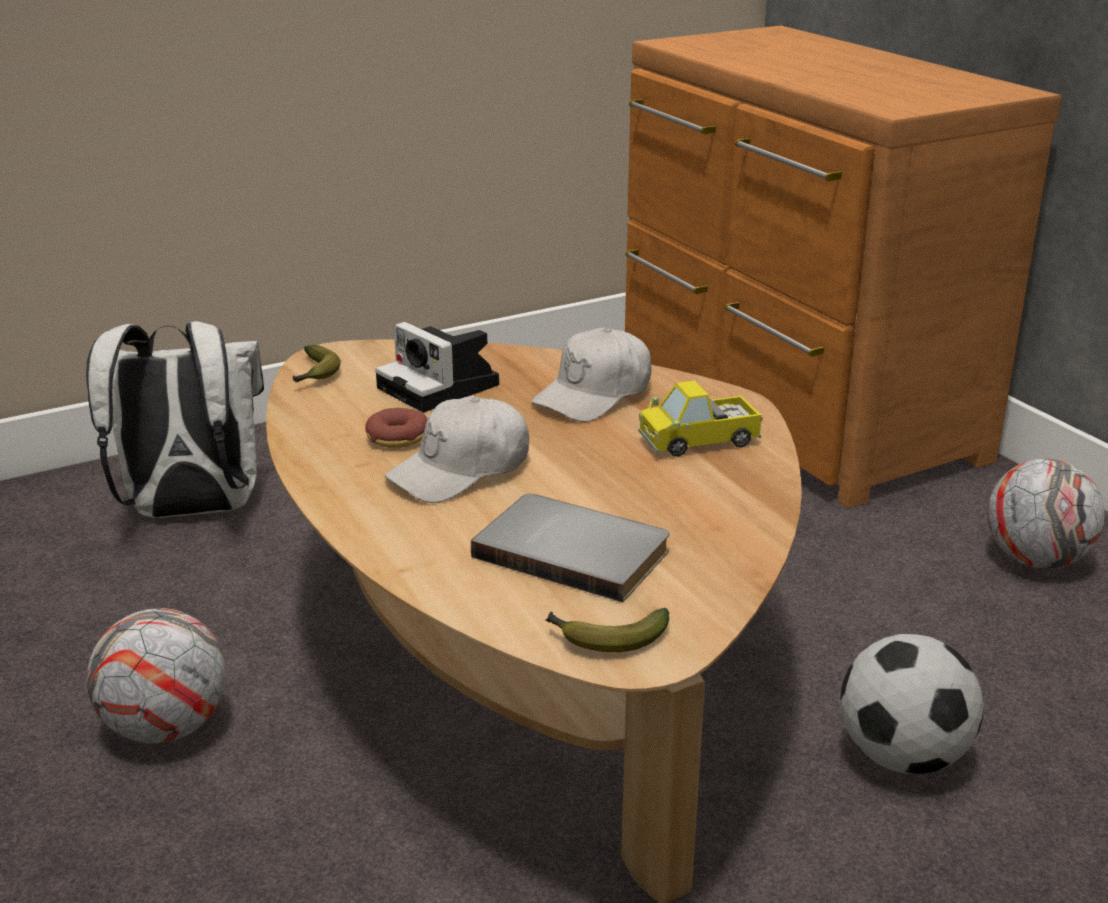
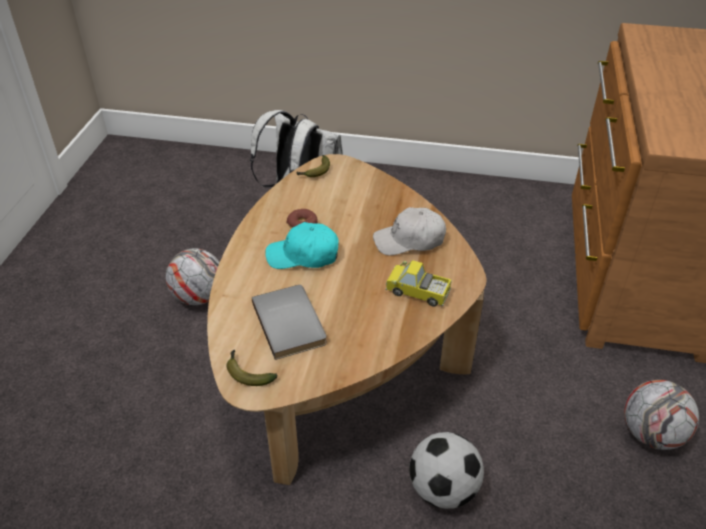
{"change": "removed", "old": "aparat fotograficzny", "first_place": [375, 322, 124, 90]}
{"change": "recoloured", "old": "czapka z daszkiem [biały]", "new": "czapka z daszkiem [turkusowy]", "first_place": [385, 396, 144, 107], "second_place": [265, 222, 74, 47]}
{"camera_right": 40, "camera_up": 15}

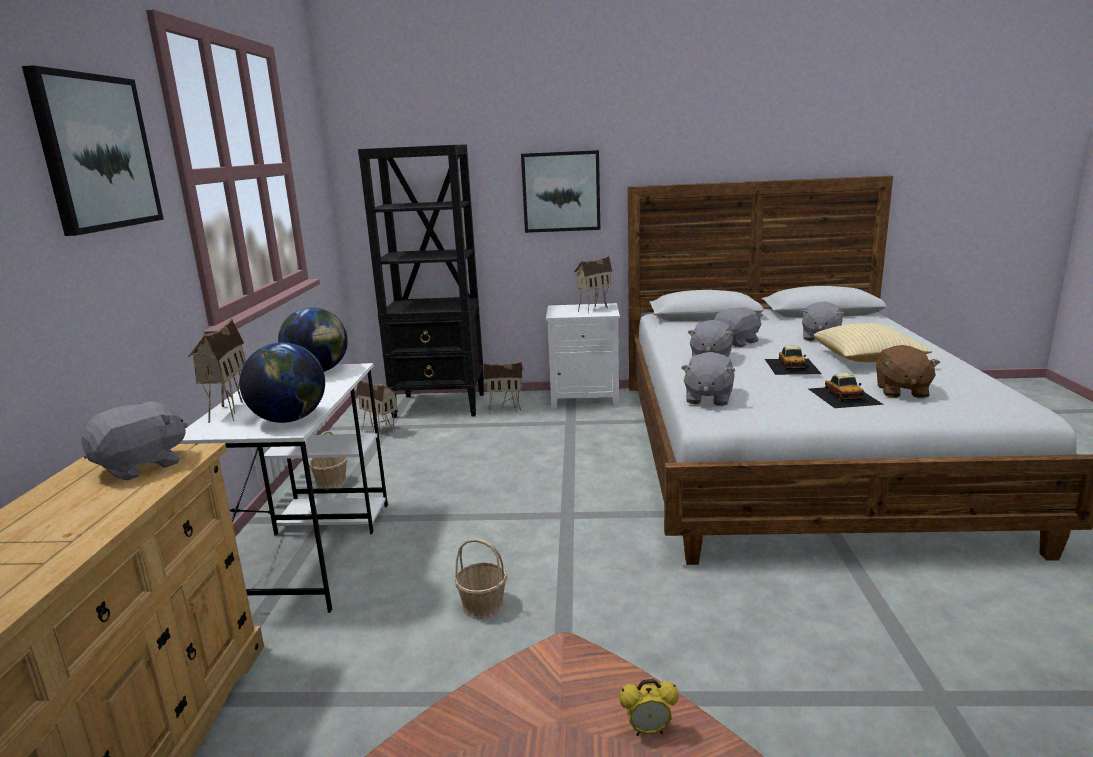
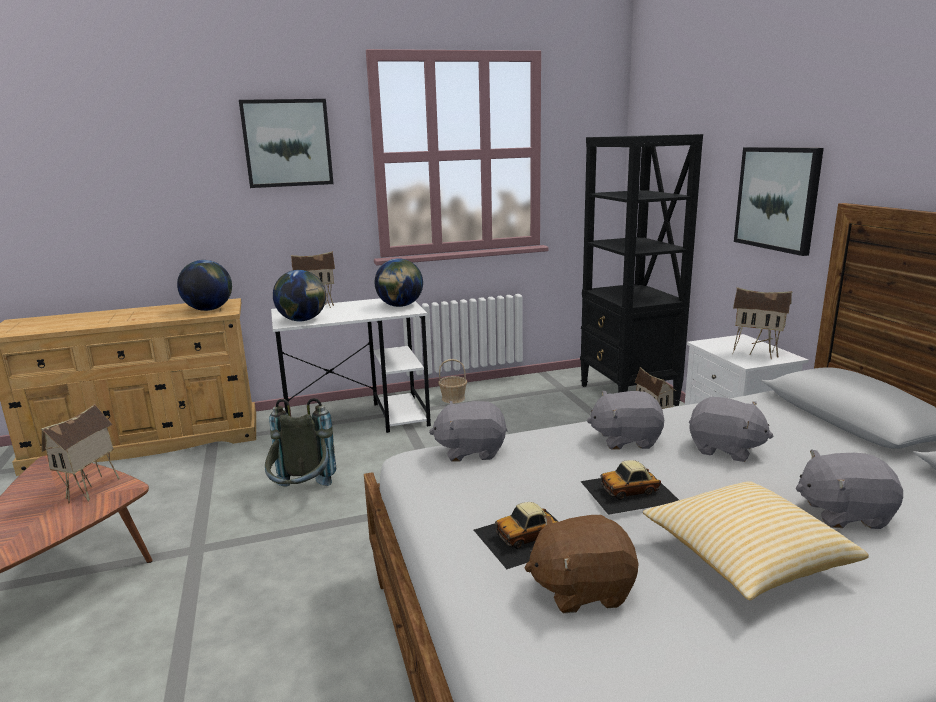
{"change": "replaced", "old": "pluszak [szary]", "new": "globus", "first_place": [81, 401, 107, 79], "second_place": [177, 260, 55, 51]}
{"change": "moved", "old": "domek", "first_place": [356, 380, 42, 57], "second_place": [41, 404, 79, 100]}
{"change": "replaced", "old": "koszyk", "new": "plecak [szary]", "first_place": [454, 538, 53, 81], "second_place": [265, 398, 71, 89]}
{"change": "removed", "old": "budzik", "first_place": [619, 679, 60, 57]}
{"camera_right": 70, "camera_up": 0}

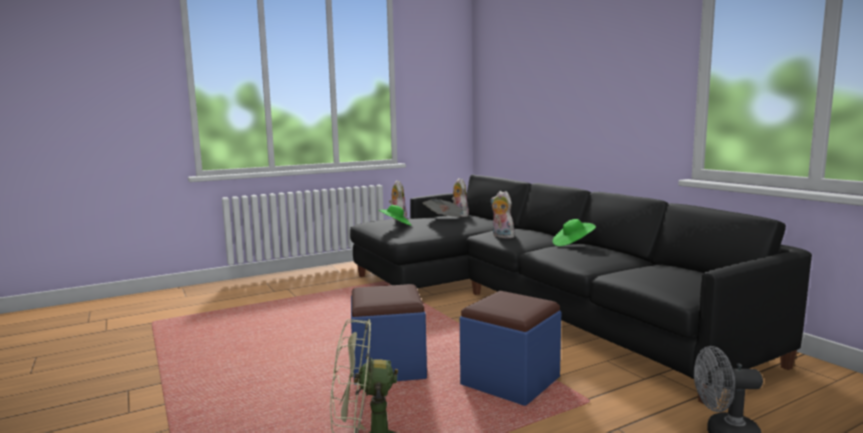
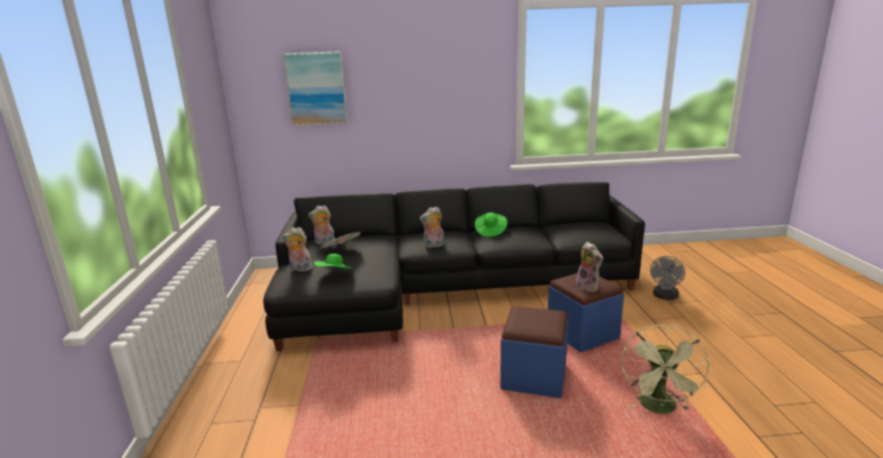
{"change": "added", "new": "obraz", "second_place": [283, 51, 65, 75]}
{"change": "added", "new": "pluszak", "second_place": [576, 242, 27, 50]}
{"camera_right": -65, "camera_up": 10}

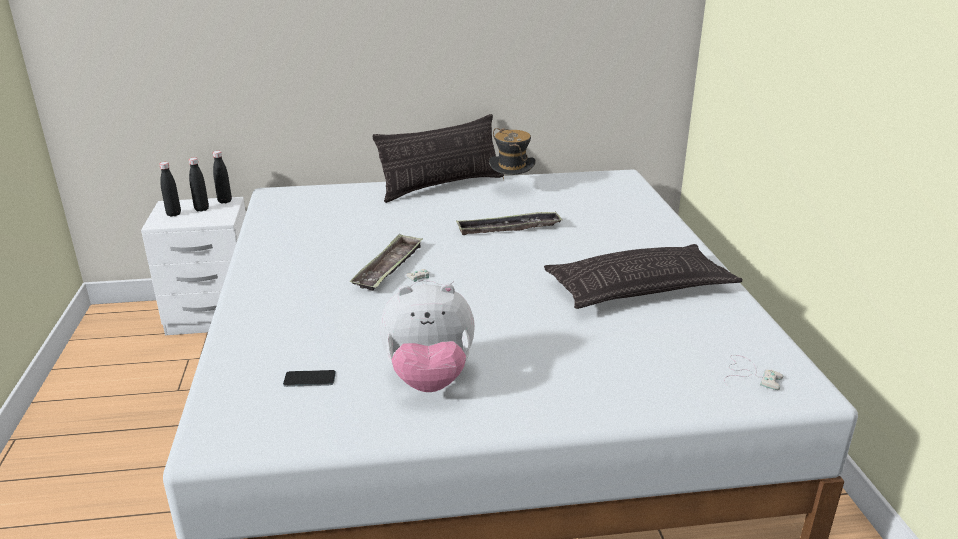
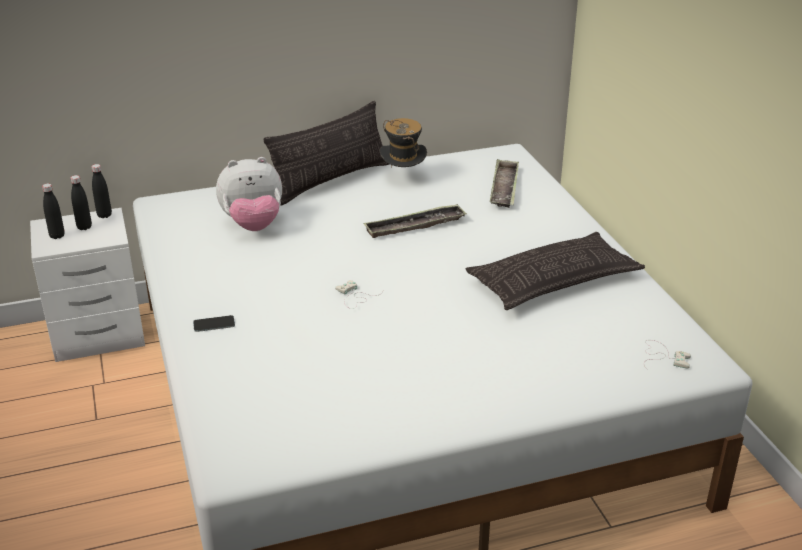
{"change": "moved", "old": "telefon", "first_place": [283, 370, 53, 17], "second_place": [193, 315, 42, 17]}
{"change": "moved", "old": "taca", "first_place": [350, 234, 73, 57], "second_place": [490, 159, 29, 49]}
{"change": "moved", "old": "pluszak", "first_place": [380, 284, 95, 108], "second_place": [216, 157, 66, 74]}
{"camera_right": -10, "camera_up": 5}

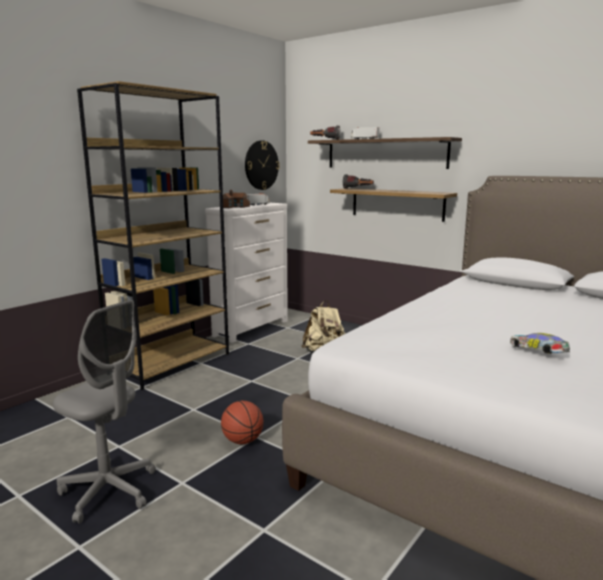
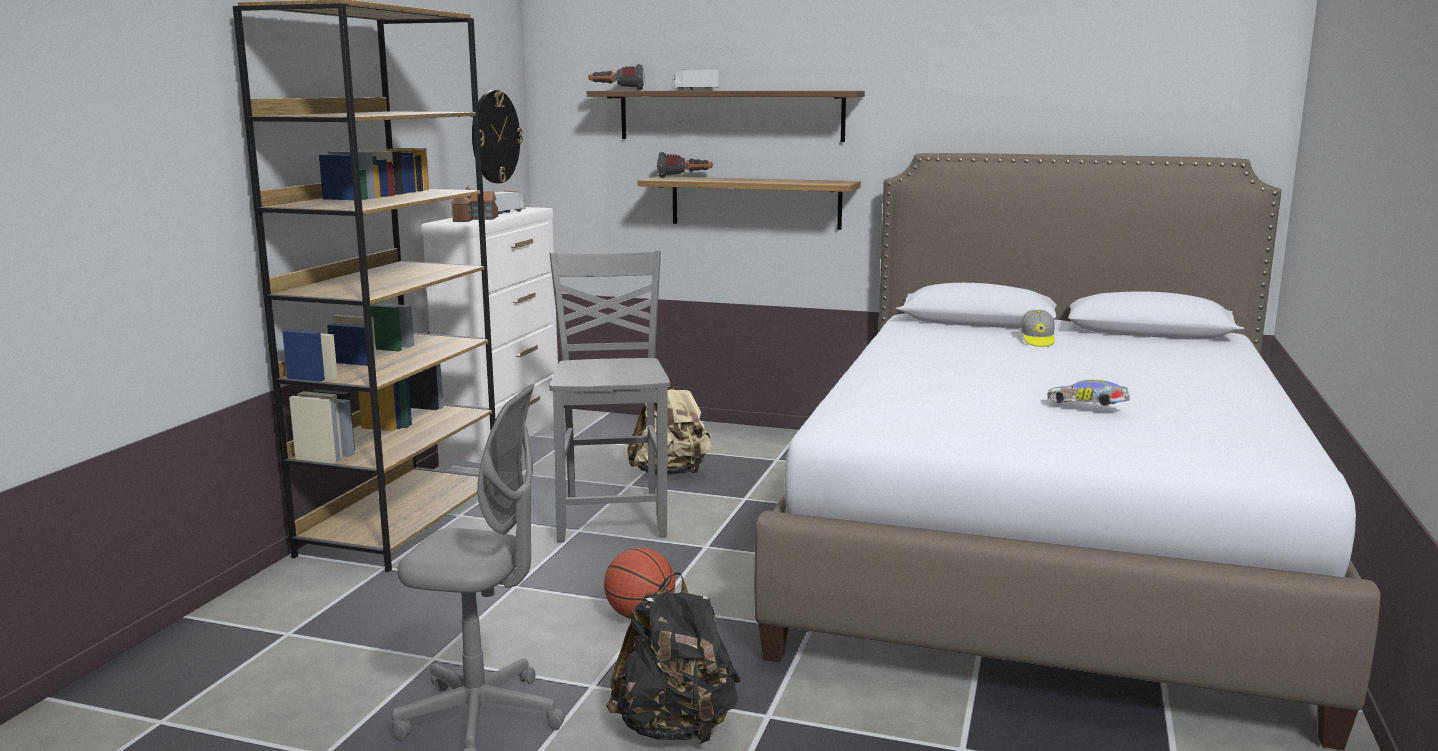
{"change": "added", "new": "krzesło [szary]", "second_place": [550, 250, 120, 292]}
{"change": "added", "new": "plecak [czarny]", "second_place": [606, 572, 135, 172]}
{"change": "added", "new": "czapka z daszkiem", "second_place": [1021, 310, 34, 37]}
{"camera_right": -20, "camera_up": 0}

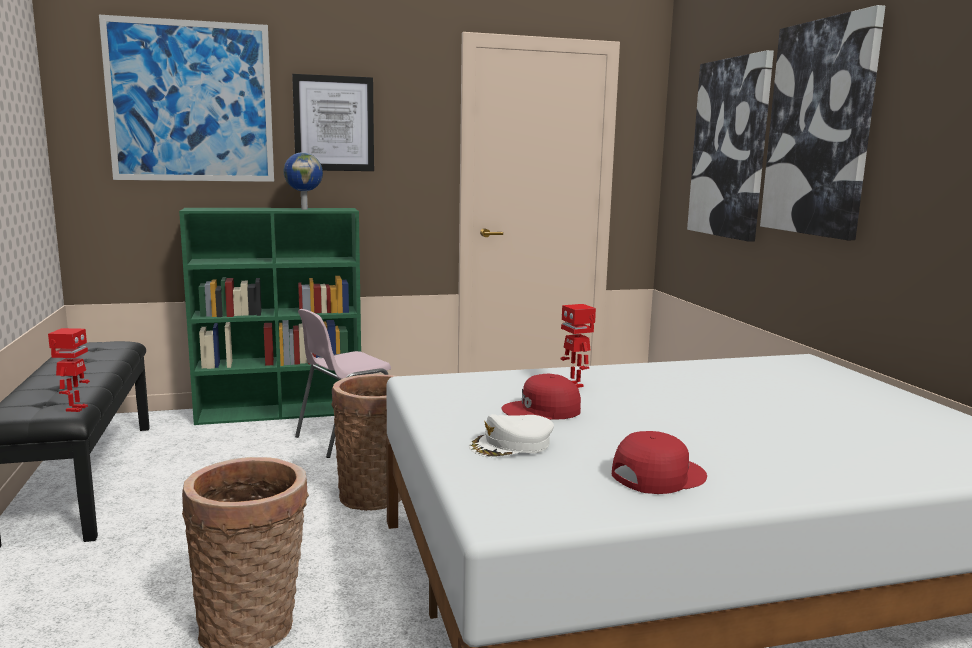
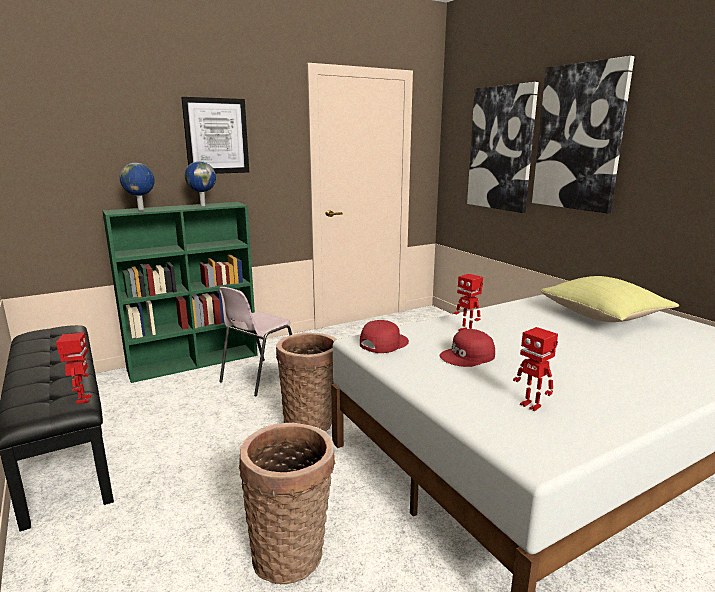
{"change": "removed", "old": "obraz", "first_place": [99, 15, 175, 167]}
{"change": "removed", "old": "czapka z daszkiem [biały]", "first_place": [469, 414, 85, 43]}
{"change": "moved", "old": "czapka z daszkiem [czerwony]", "first_place": [612, 431, 95, 63], "second_place": [360, 320, 49, 33]}
{"change": "added", "new": "globus", "second_place": [120, 163, 35, 48]}
{"change": "added", "new": "robot zabawkowy", "second_place": [513, 327, 45, 85]}
{"change": "added", "new": "poduszka [żółty]", "second_place": [541, 276, 138, 46]}
{"camera_right": -15, "camera_up": 5}

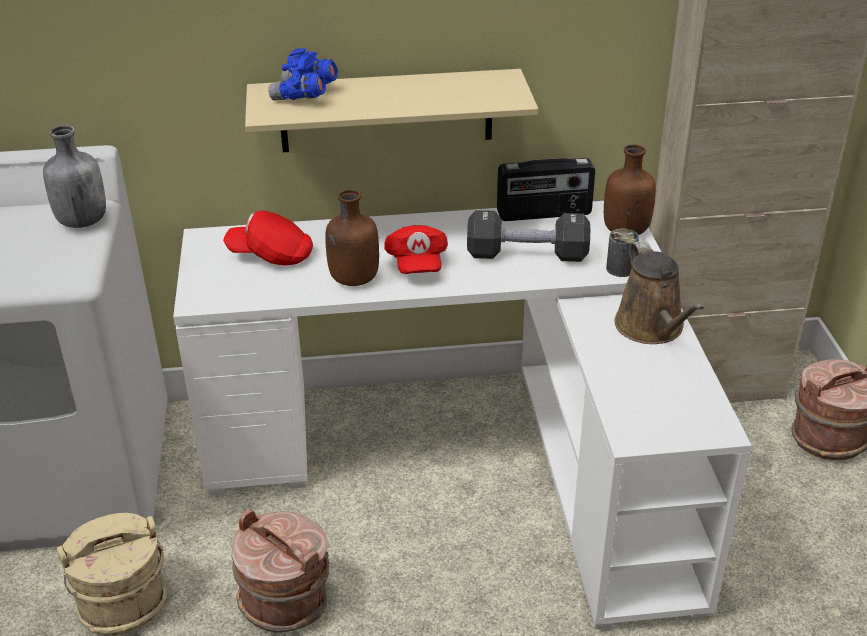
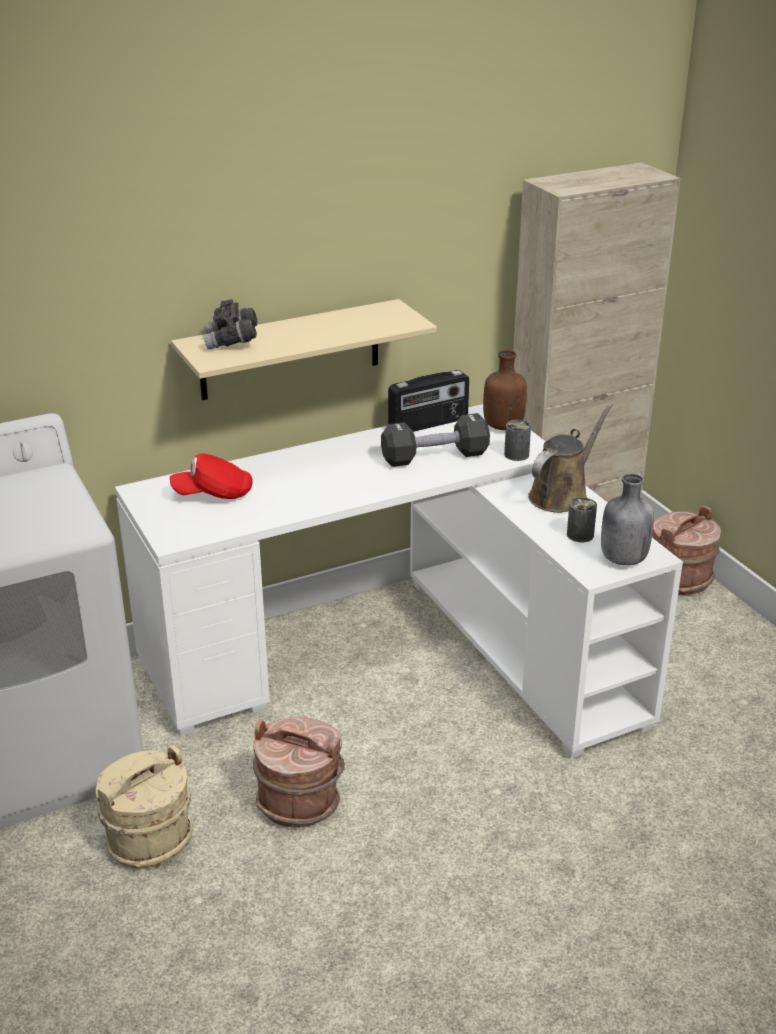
{"change": "moved", "old": "butelka [szary]", "first_place": [43, 125, 63, 103], "second_place": [601, 473, 53, 93]}
{"change": "recoloured", "old": "lornetka [niebieski]", "new": "lornetka [szary]", "first_place": [268, 48, 70, 53], "second_place": [204, 300, 54, 50]}
{"change": "removed", "old": "butelka [brązowy]", "first_place": [325, 189, 54, 97]}
{"change": "removed", "old": "czapka z daszkiem [czerwony]", "first_place": [384, 225, 64, 49]}
{"change": "turned", "old": "konewka [brązowy]", "first_place": [615, 240, 89, 104], "second_place": [528, 403, 86, 110], "degrees": -105}
{"change": "added", "new": "puszka", "second_place": [567, 497, 30, 45]}
{"camera_right": -20, "camera_up": -5}

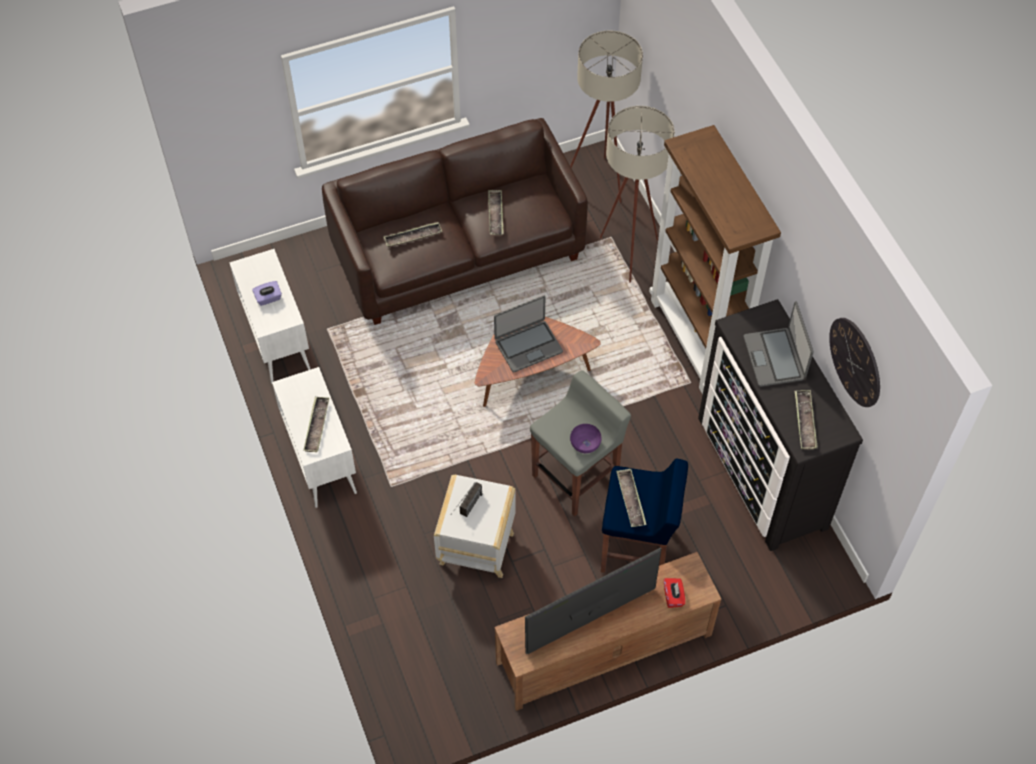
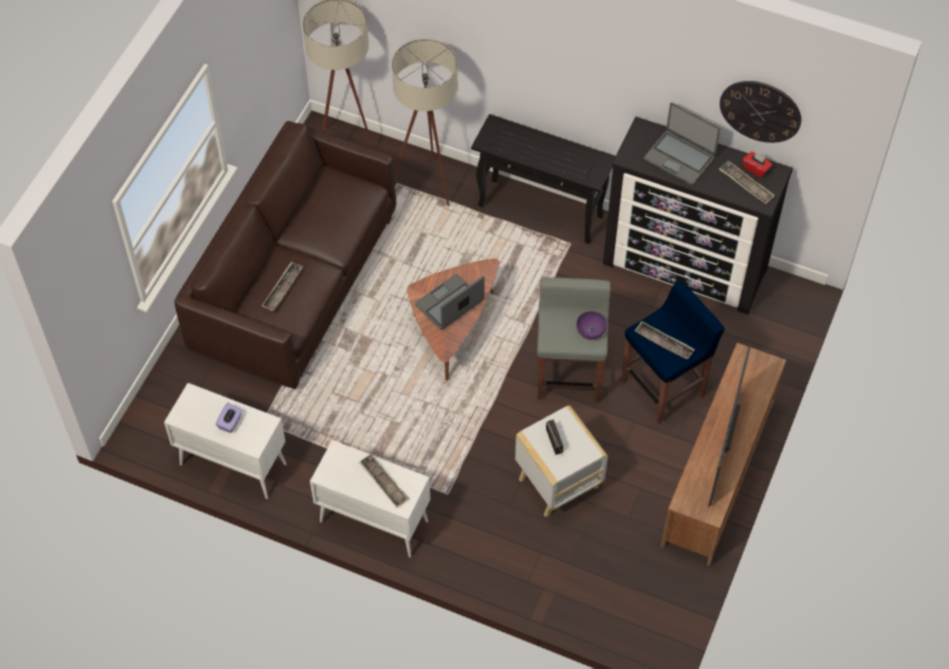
{"change": "removed", "old": "taca", "first_place": [488, 190, 16, 45]}
{"change": "turned", "old": "laptop", "first_place": [494, 296, 69, 76], "second_place": [415, 274, 70, 56], "degrees": -150}
{"change": "replaced", "old": "regał [brązowy]", "new": "stolik konsolowy [czarny]", "first_place": [649, 125, 132, 269], "second_place": [471, 114, 145, 130]}
{"change": "moved", "old": "pudełko chusteczek [czerwony]", "first_place": [664, 578, 21, 30], "second_place": [743, 152, 29, 26]}
{"camera_right": -45, "camera_up": 0}

